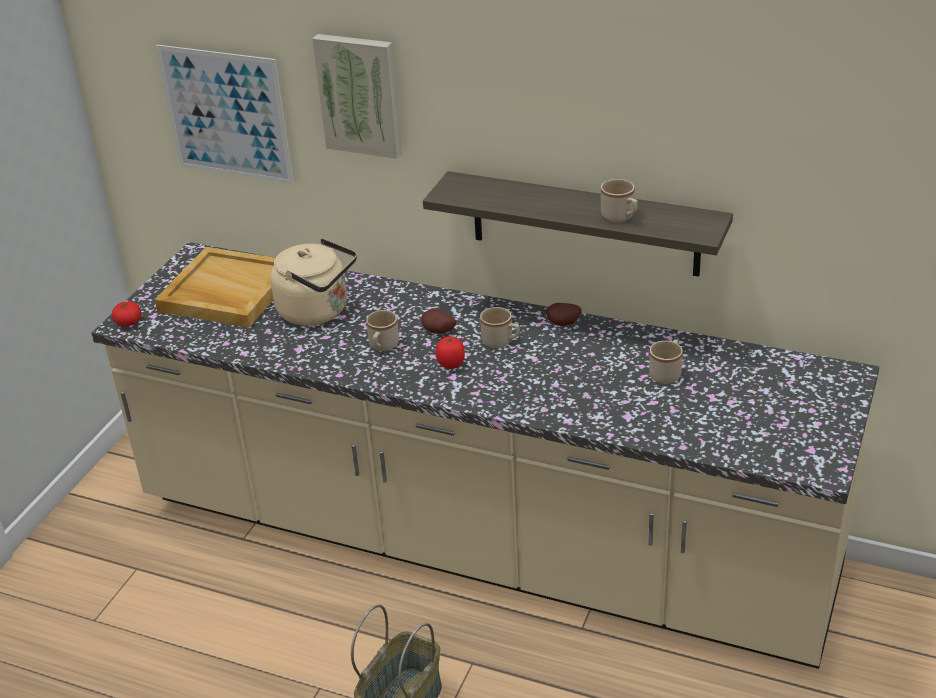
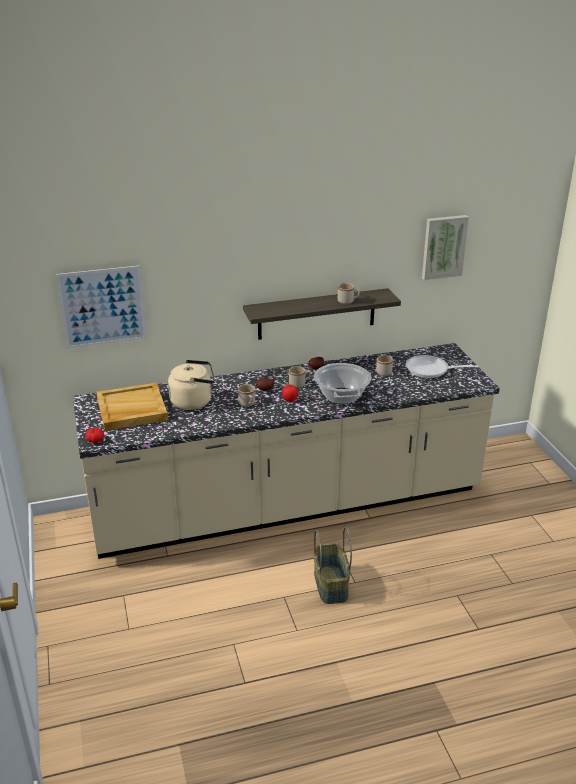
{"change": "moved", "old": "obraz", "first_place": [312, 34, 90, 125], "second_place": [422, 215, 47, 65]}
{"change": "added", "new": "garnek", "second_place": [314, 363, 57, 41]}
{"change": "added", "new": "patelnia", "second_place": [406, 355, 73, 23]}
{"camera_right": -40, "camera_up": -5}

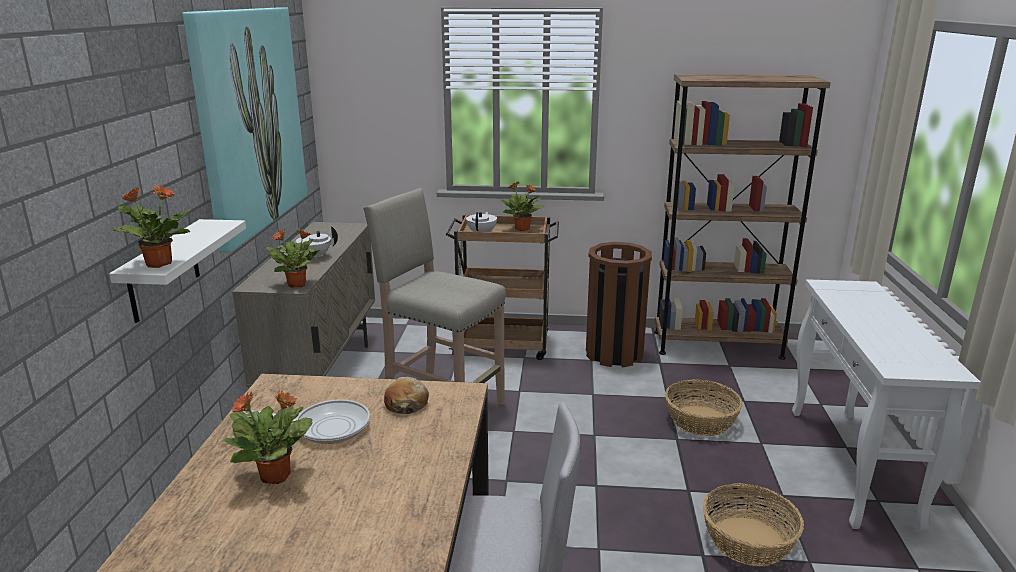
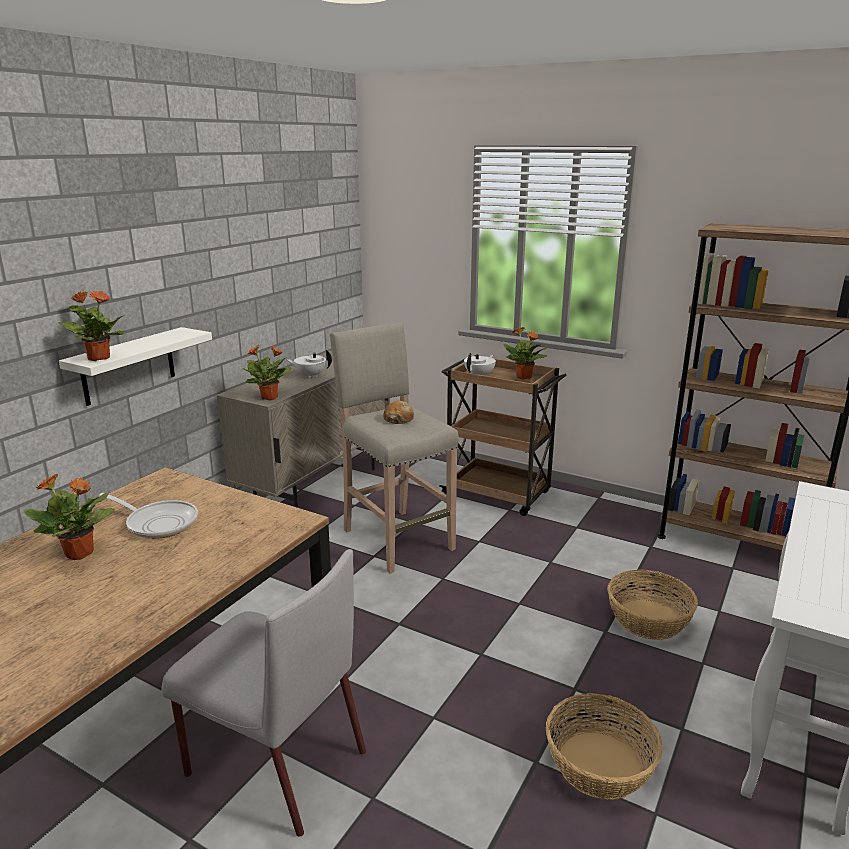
{"change": "removed", "old": "obraz", "first_place": [182, 7, 126, 246]}
{"change": "moved", "old": "chleb", "first_place": [384, 377, 45, 37], "second_place": [383, 401, 31, 23]}
{"change": "removed", "old": "kosz na śmieci [brązowy]", "first_place": [586, 242, 66, 125]}
{"camera_right": 25, "camera_up": 0}

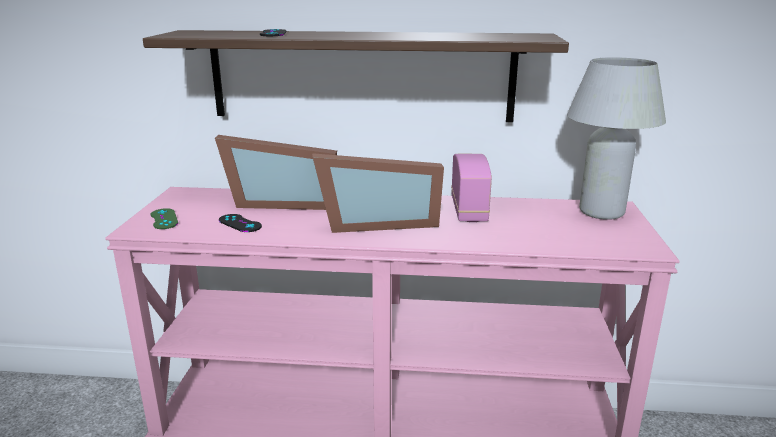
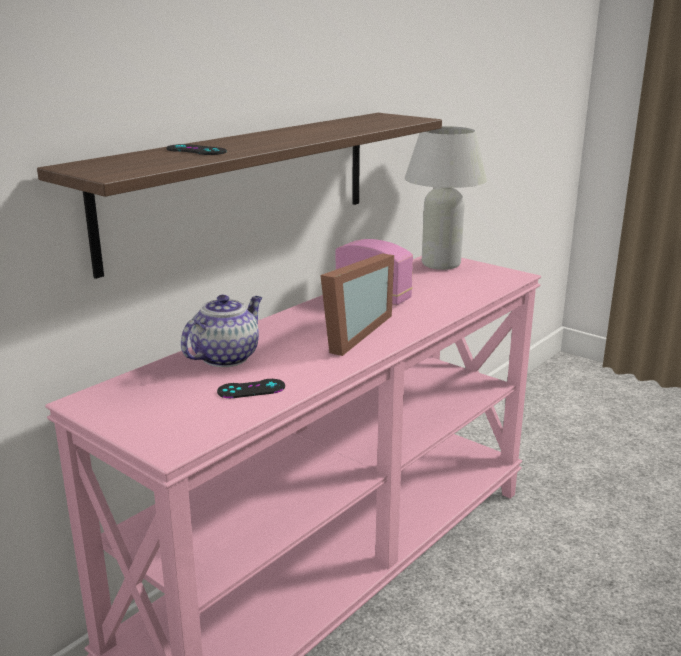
{"change": "removed", "old": "pad do gier [zielony]", "first_place": [151, 208, 27, 21]}
{"change": "replaced", "old": "ramka na zdjęcie", "new": "imbryk", "first_place": [215, 135, 122, 75], "second_place": [181, 295, 81, 72]}
{"camera_right": -55, "camera_up": 0}

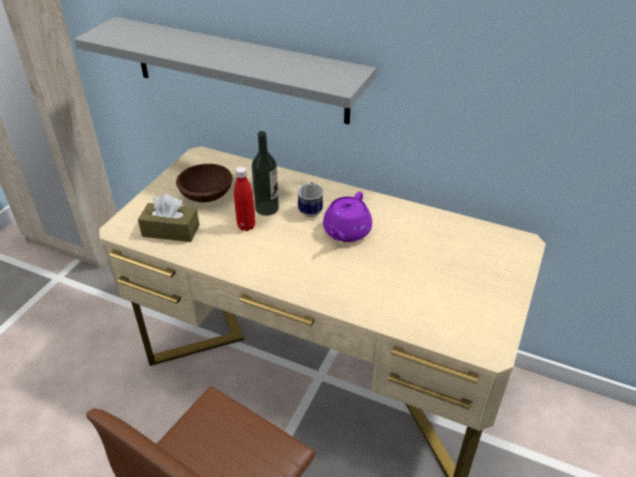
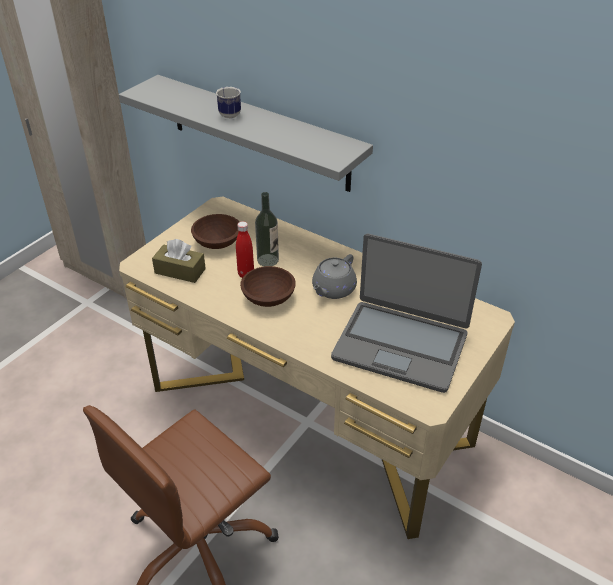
{"change": "moved", "old": "kubek", "first_place": [297, 182, 27, 35], "second_place": [216, 87, 25, 32]}
{"change": "recoloured", "old": "imbryk [fioletowy]", "new": "imbryk [szary]", "first_place": [323, 192, 49, 50], "second_place": [312, 254, 45, 45]}
{"change": "added", "new": "miska [brązowy]", "second_place": [240, 266, 56, 41]}
{"change": "added", "new": "laptop", "second_place": [331, 234, 151, 159]}
{"camera_right": 10, "camera_up": 0}

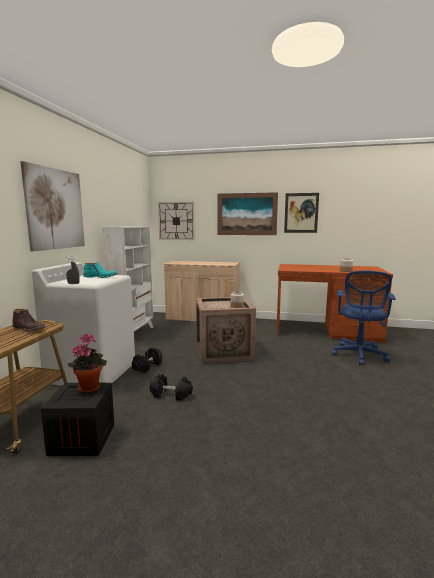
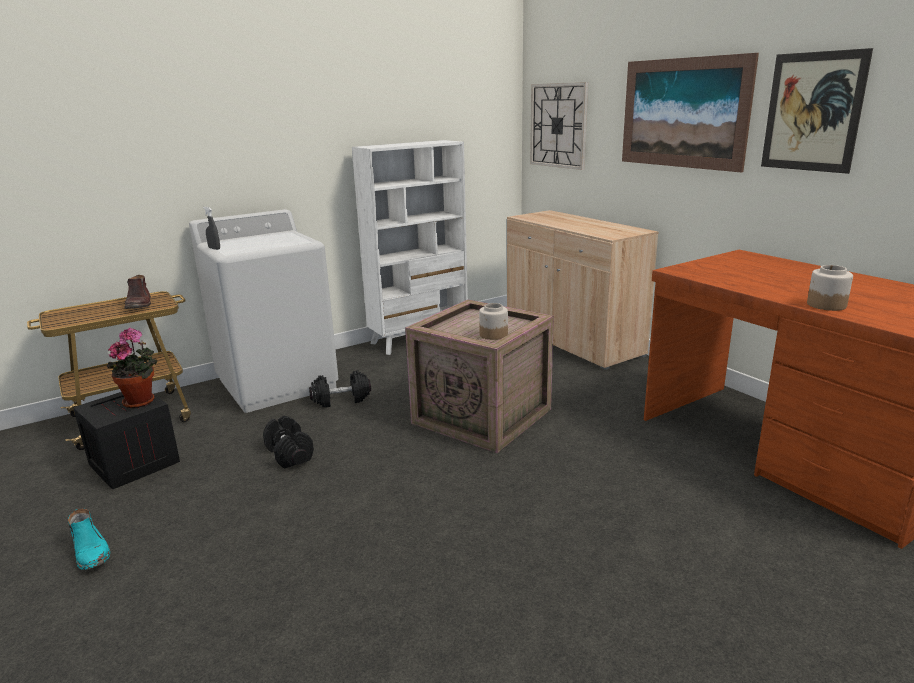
{"change": "removed", "old": "obraz", "first_place": [20, 161, 65, 91]}
{"change": "moved", "old": "but z cholewką [turkusowy]", "first_place": [83, 262, 35, 16], "second_place": [68, 509, 42, 61]}
{"change": "removed", "old": "krzesło biurowe [niebieski]", "first_place": [332, 271, 64, 95]}
{"camera_right": 45, "camera_up": 10}

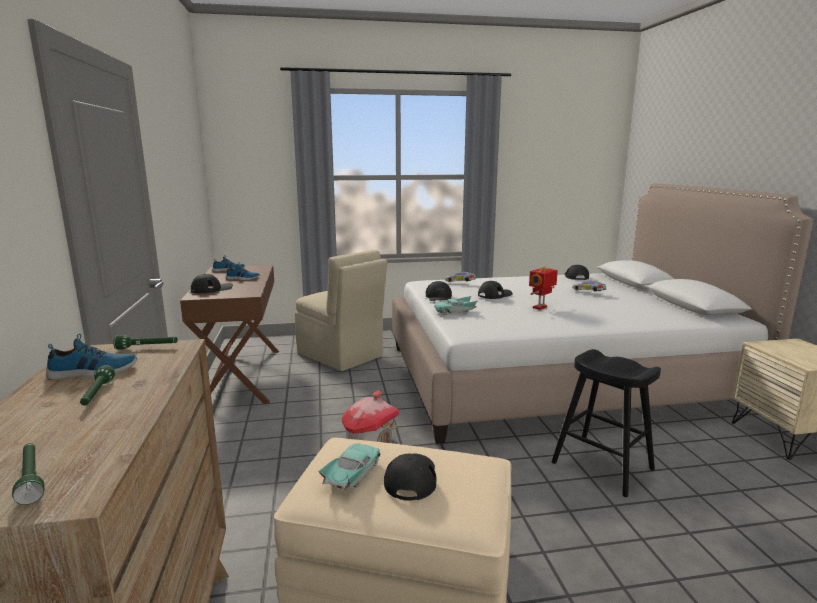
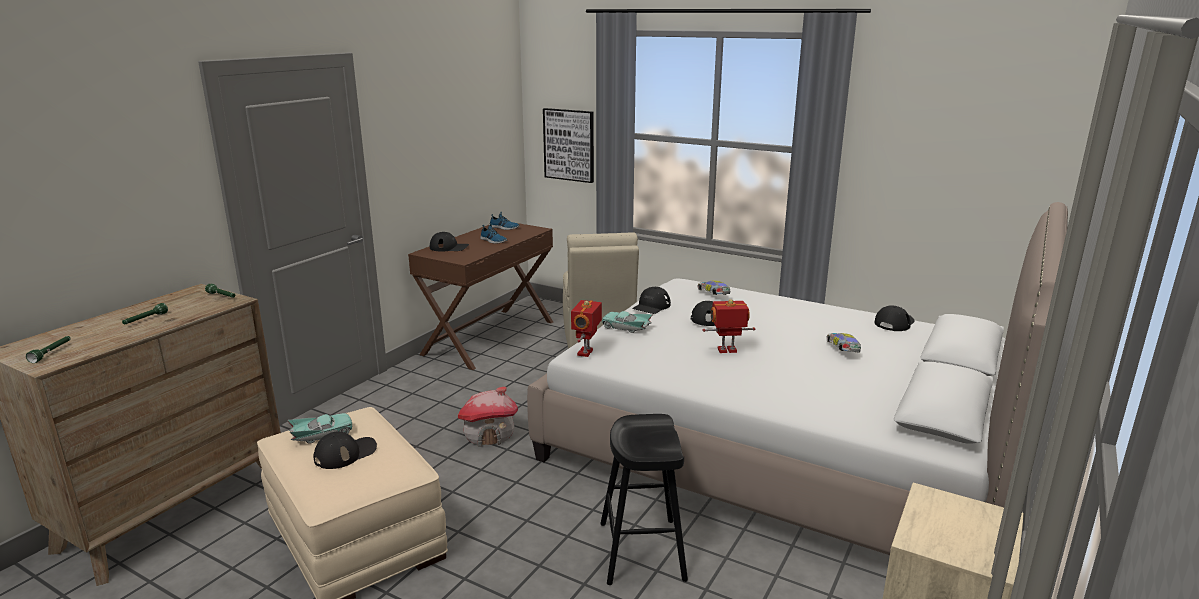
{"change": "removed", "old": "but", "first_place": [46, 333, 91, 47]}
{"change": "added", "new": "obraz", "second_place": [543, 108, 51, 75]}
{"change": "added", "new": "robot zabawkowy", "second_place": [571, 300, 31, 57]}
{"camera_right": 40, "camera_up": 5}

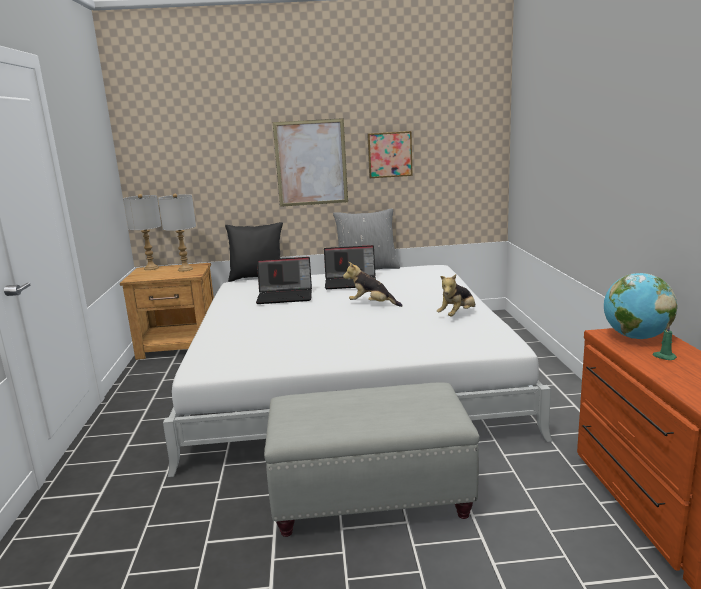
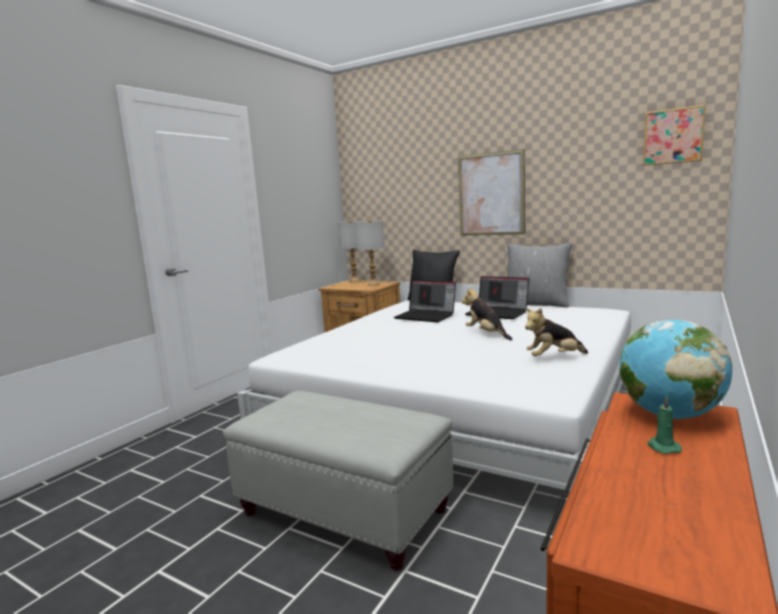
{"change": "moved", "old": "obraz", "first_place": [367, 131, 46, 47], "second_place": [643, 105, 63, 61]}
{"camera_right": 35, "camera_up": -5}

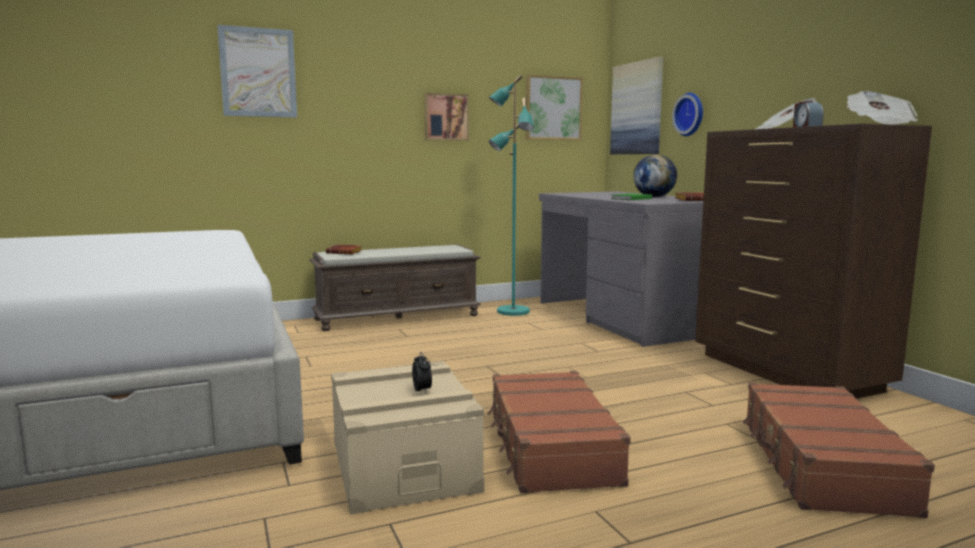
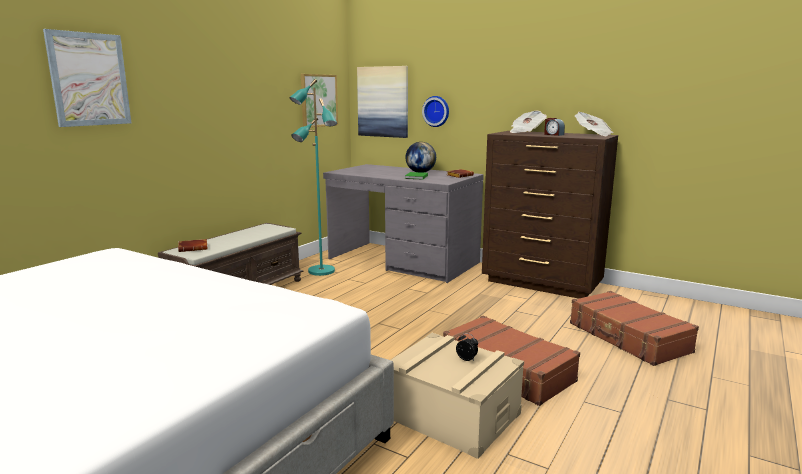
{"change": "removed", "old": "obraz", "first_place": [424, 93, 45, 48]}
{"camera_right": -35, "camera_up": 5}

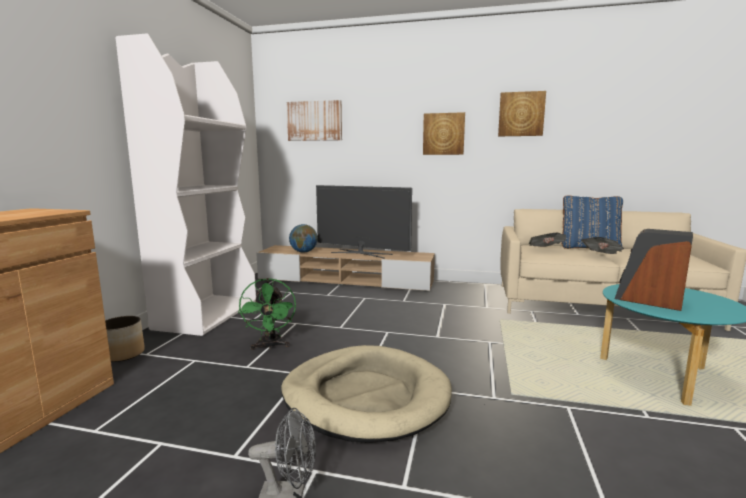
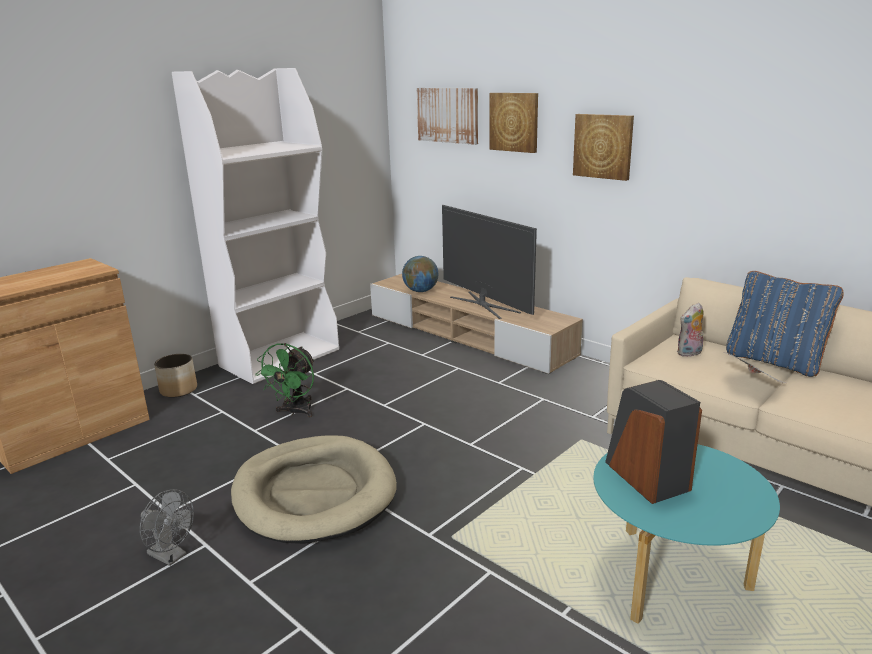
{"change": "moved", "old": "obraz", "first_place": [498, 91, 48, 45], "second_place": [490, 93, 48, 60]}
{"change": "replaced", "old": "gazeta", "new": "pluszak", "first_place": [529, 233, 37, 14], "second_place": [677, 303, 27, 54]}
{"camera_right": 30, "camera_up": 10}

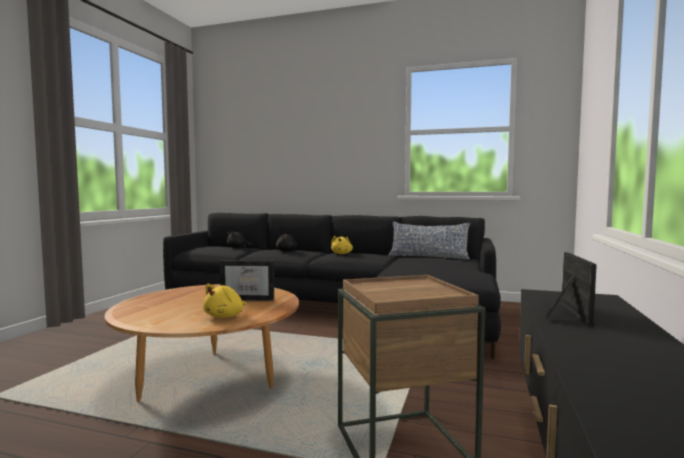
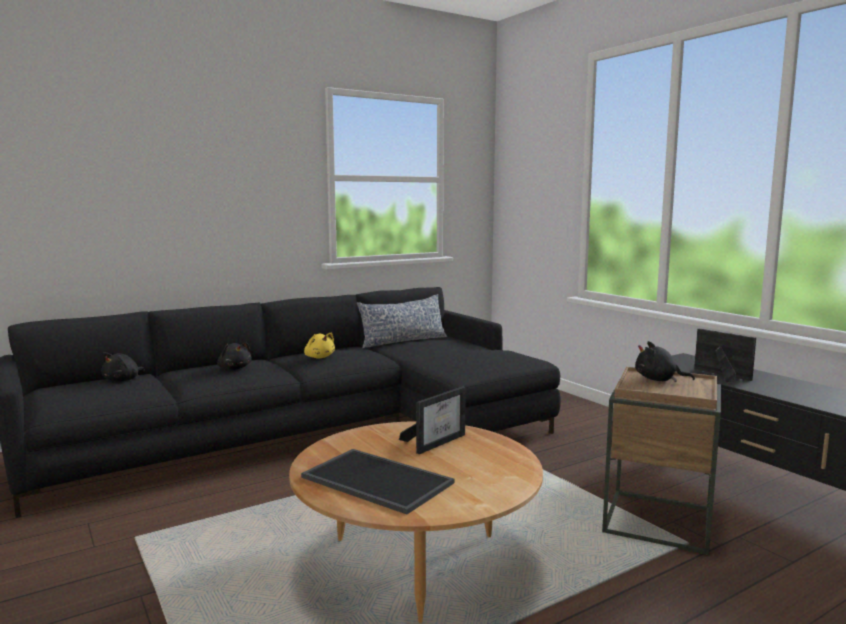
{"change": "removed", "old": "pluszak [żółty]", "first_place": [203, 284, 44, 34]}
{"change": "added", "new": "taca", "second_place": [301, 449, 153, 65]}
{"change": "added", "new": "pluszak [czarny]", "second_place": [635, 341, 60, 41]}
{"camera_right": -50, "camera_up": 5}

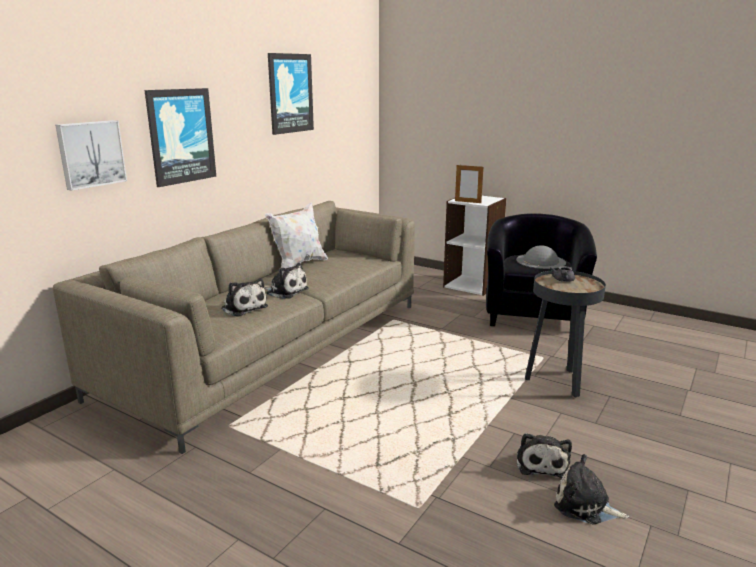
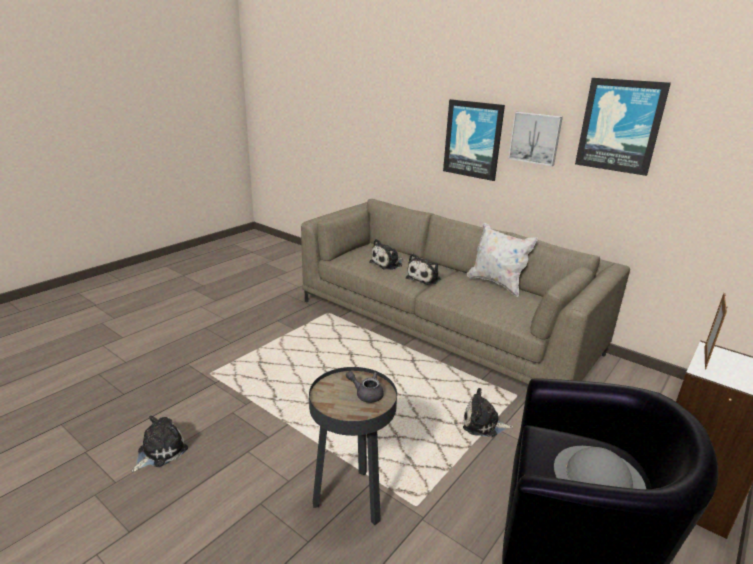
{"change": "moved", "old": "obraz", "first_place": [55, 120, 72, 71], "second_place": [508, 112, 55, 54]}
{"change": "moved", "old": "pluszak", "first_place": [517, 433, 55, 45], "second_place": [463, 388, 50, 49]}
{"camera_right": 95, "camera_up": 5}

